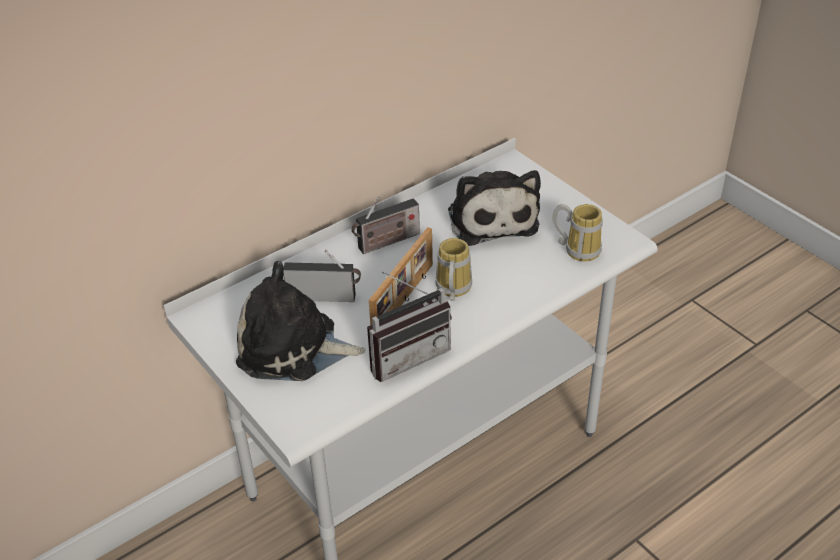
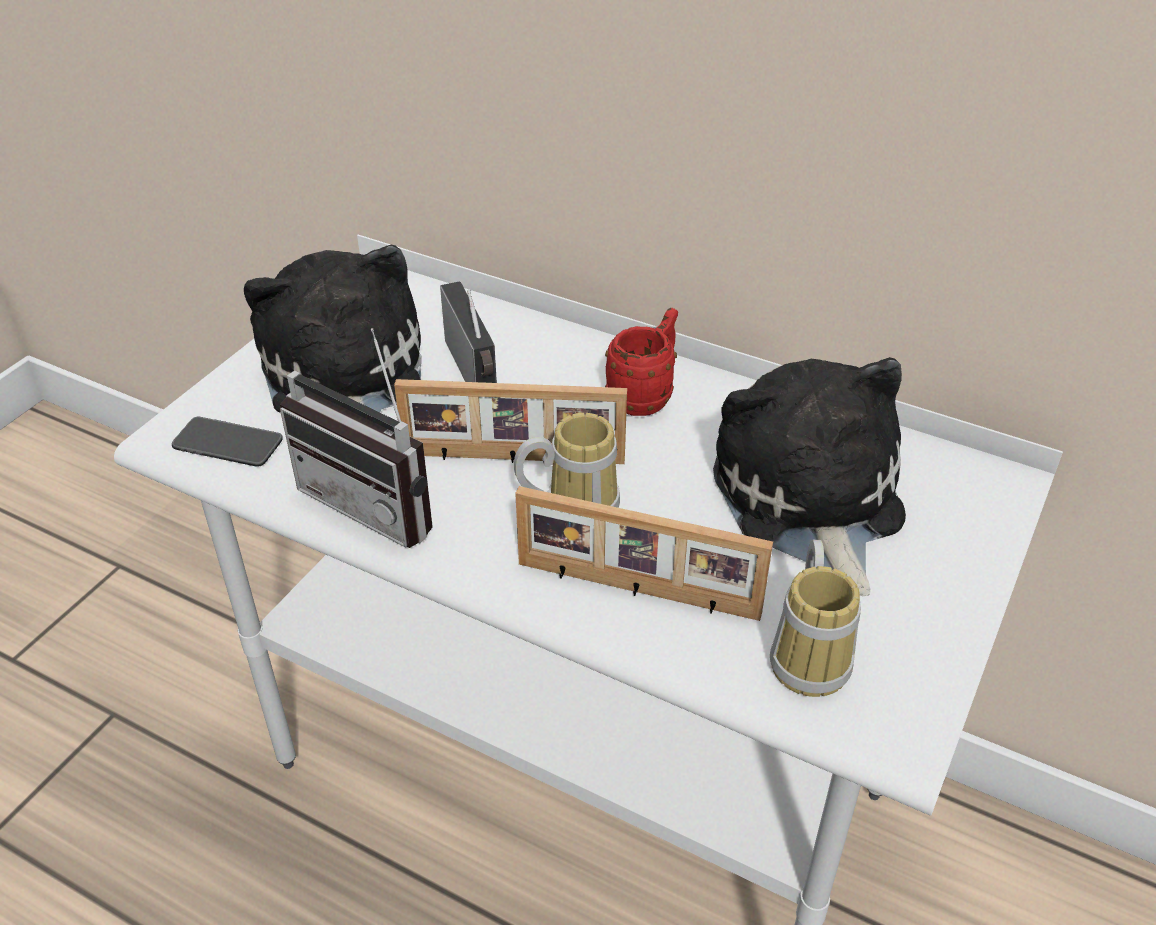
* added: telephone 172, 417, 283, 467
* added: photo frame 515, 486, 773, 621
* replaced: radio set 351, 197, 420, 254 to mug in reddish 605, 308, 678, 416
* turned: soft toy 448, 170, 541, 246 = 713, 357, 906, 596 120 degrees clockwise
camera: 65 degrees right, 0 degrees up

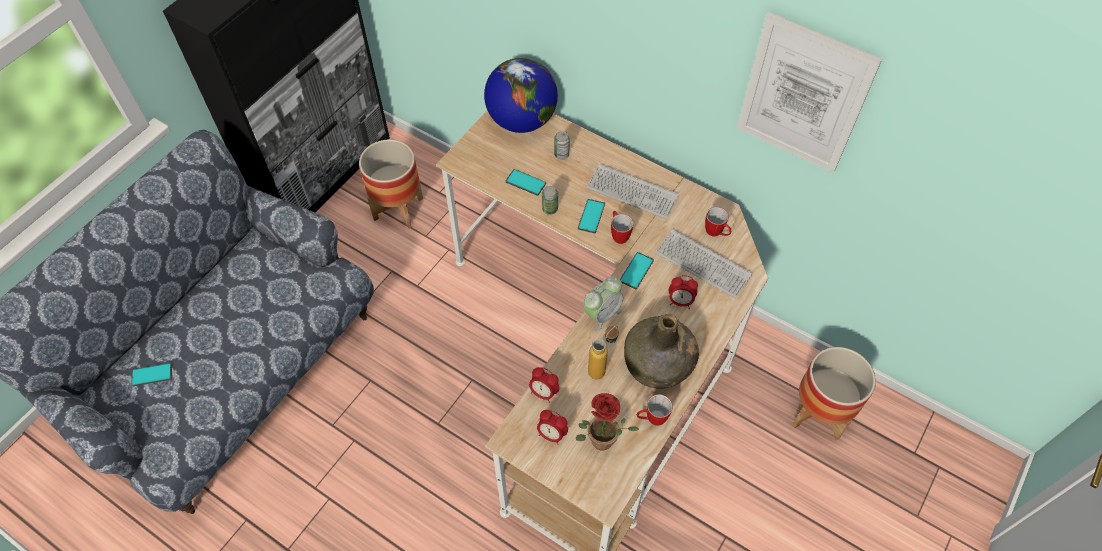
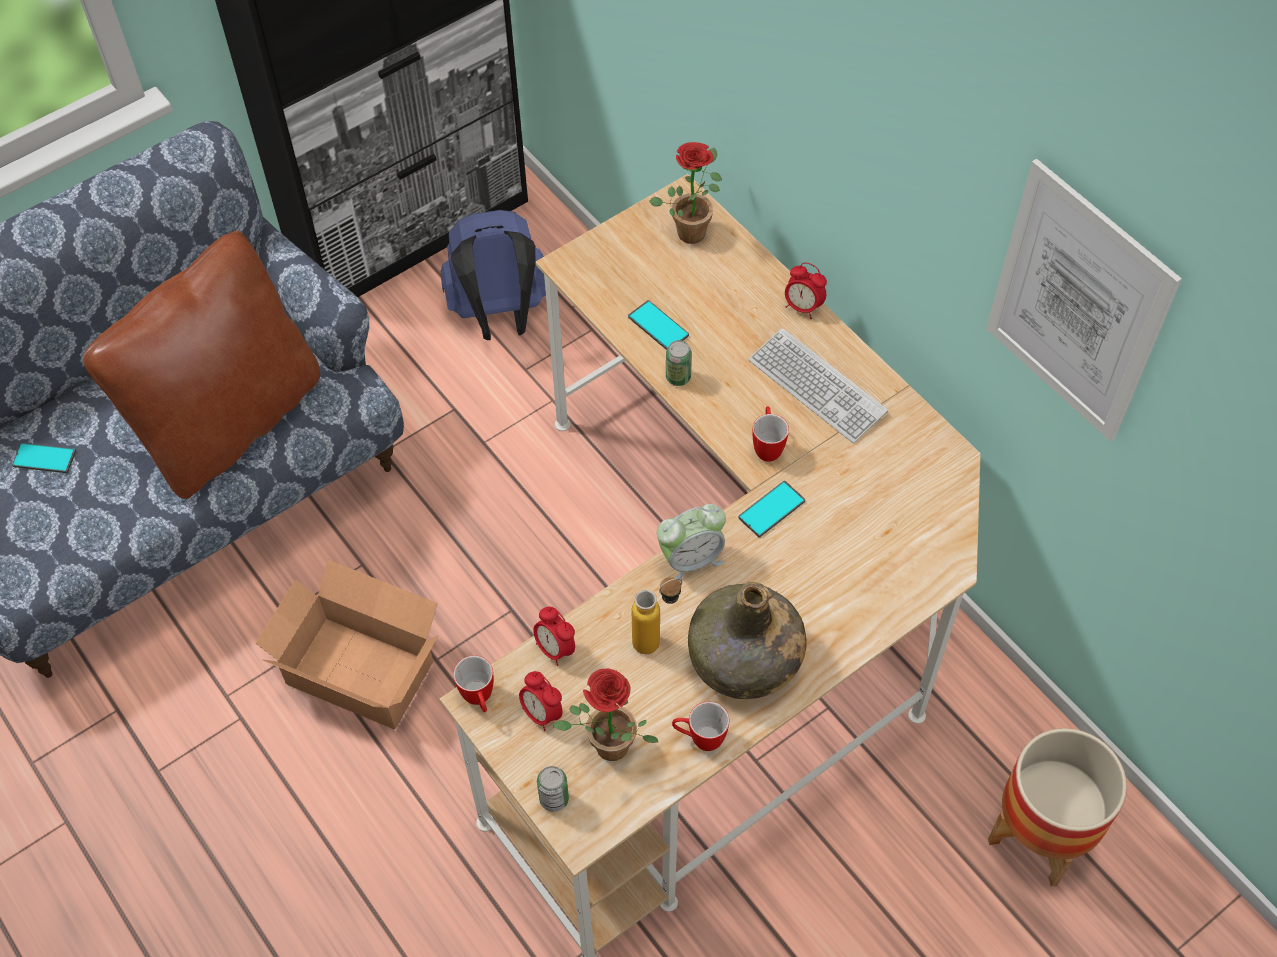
* added: pillow in brown 83, 231, 320, 499
* added: packing box 256, 560, 438, 729
* replaced: plant pot 359, 139, 423, 228 to knapsack in bluish 441, 210, 546, 340
* moved: mug 705, 207, 731, 237 to 453, 656, 493, 712
* moved: can 554, 131, 570, 160 to 537, 766, 569, 812
* replaced: desk globe 484, 58, 558, 133 to plant in a pot 649, 142, 722, 244
* moved: alarm clock 669, 275, 698, 309 to 785, 262, 827, 319
* removed: telephone 578, 199, 605, 233
* removed: PC keyboard 655, 229, 752, 298
camera: 20 degrees right, 0 degrees up

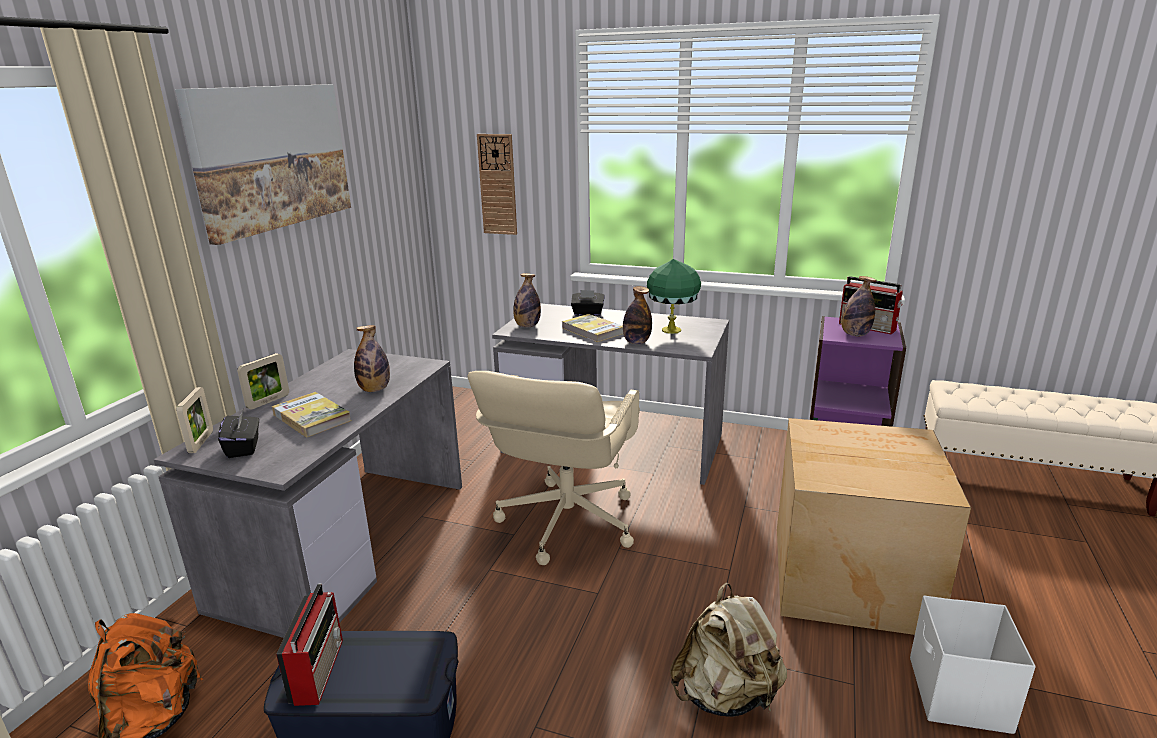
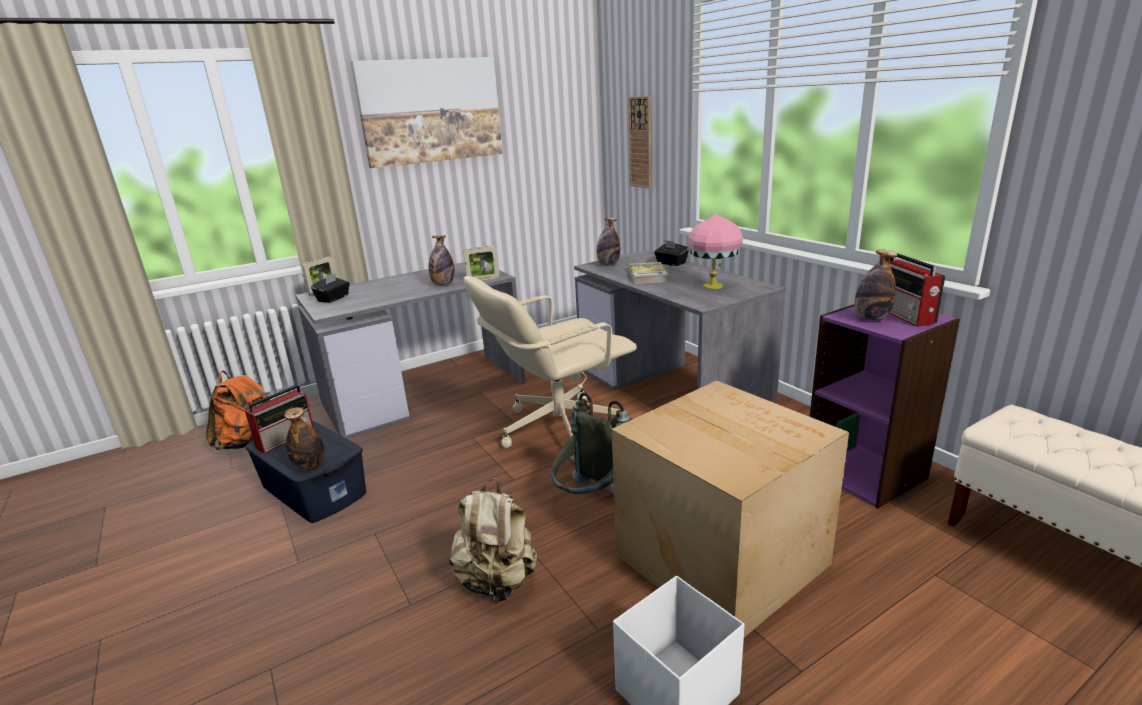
* moved: bottle 623, 286, 652, 344 to 284, 407, 325, 471
* moved: photo frame 237, 353, 289, 409 to 464, 246, 499, 280
* added: knapsack in grey 551, 393, 632, 494
* recoloured: table lamp in green 647, 259, 701, 334 to table lamp in pink-coloured 688, 214, 743, 289
* removed: volume 272, 392, 352, 438
camera: 40 degrees right, 0 degrees up

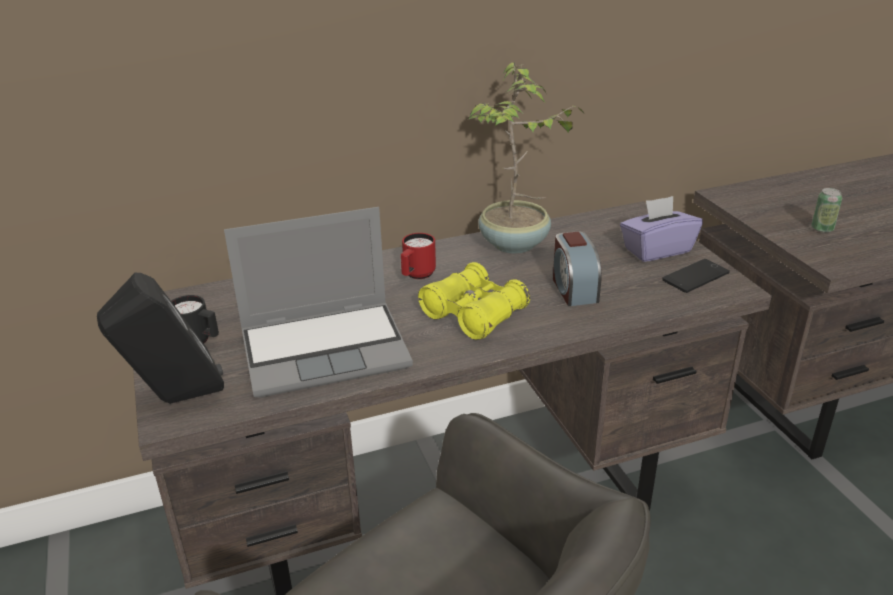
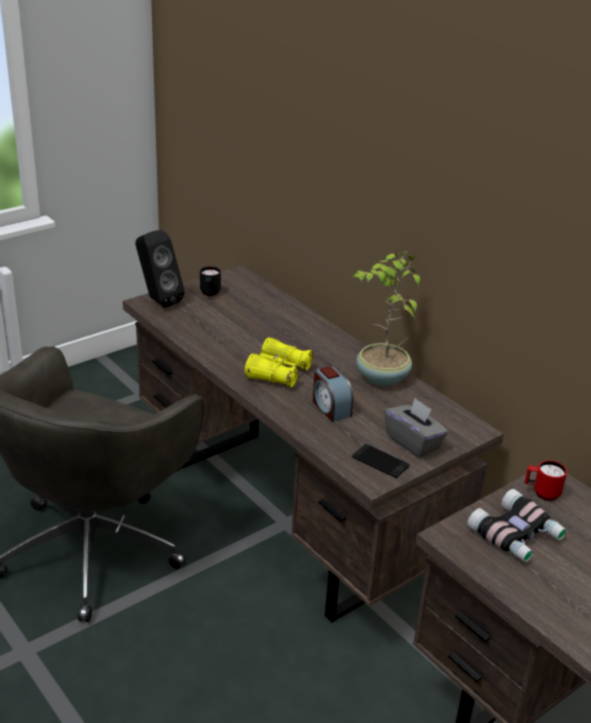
* turned: alarm clock 553, 231, 602, 306 = 313, 365, 353, 422 90 degrees counterclockwise
* recoloured: tissue holder in purple-coloured 620, 196, 703, 262 to tissue holder in grey 384, 398, 448, 458
* replaced: can 811, 188, 842, 233 to binoculars 467, 489, 566, 562
* moved: mug in reddish 401, 233, 436, 279 to 525, 460, 567, 501
* removed: laptop 224, 207, 413, 398
camera: 70 degrees right, 0 degrees up

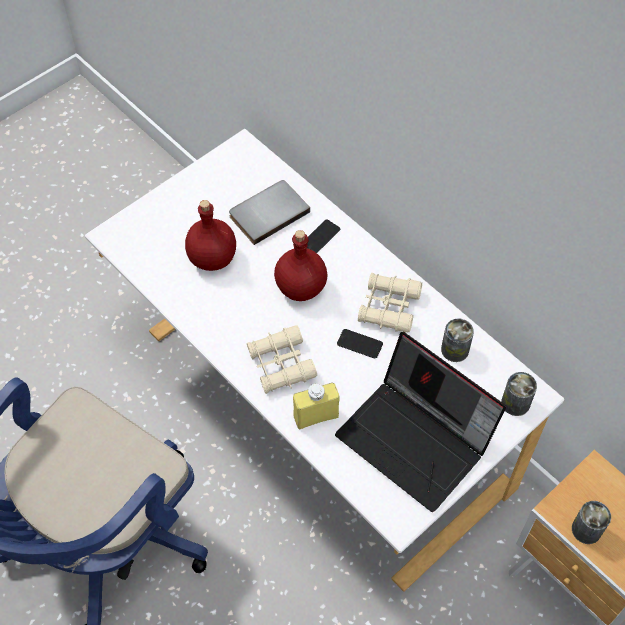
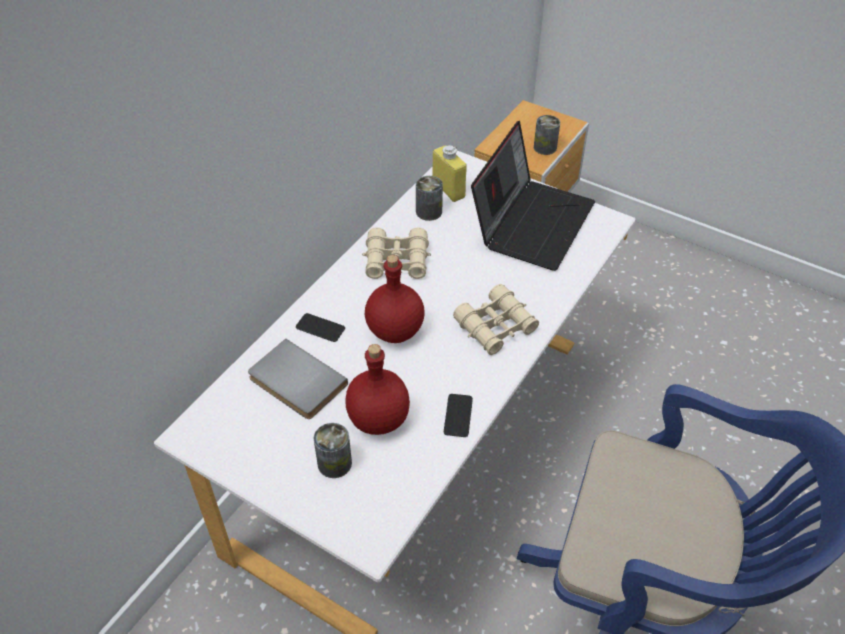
* moved: can 501, 372, 537, 416 to 314, 423, 352, 478
* moved: bottle in yellow 293, 383, 340, 429 to 432, 145, 467, 202
* moved: telephone 337, 329, 383, 358 to 444, 394, 473, 437
camera: 105 degrees left, 10 degrees down

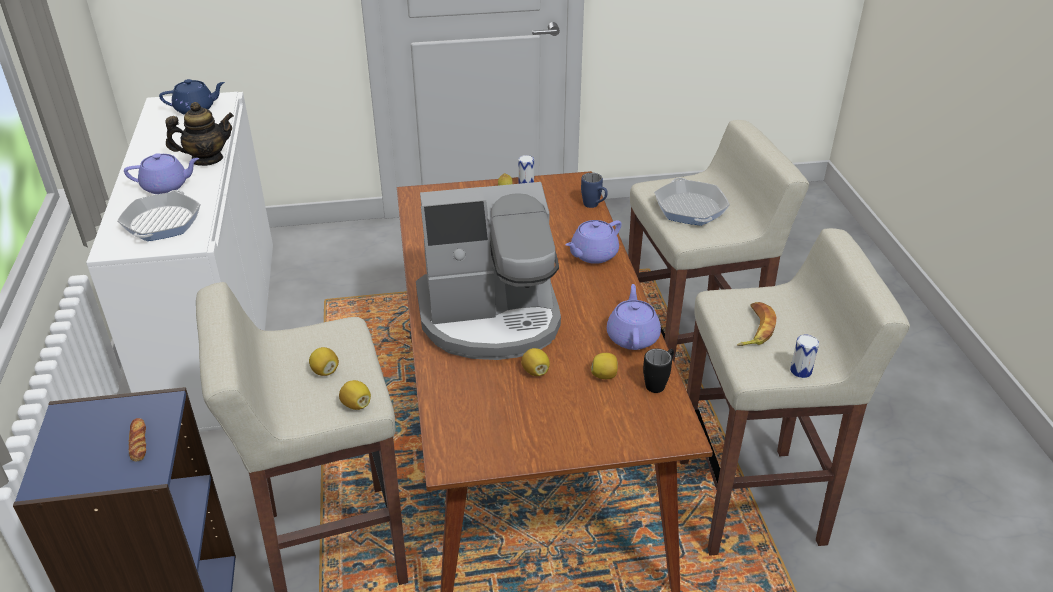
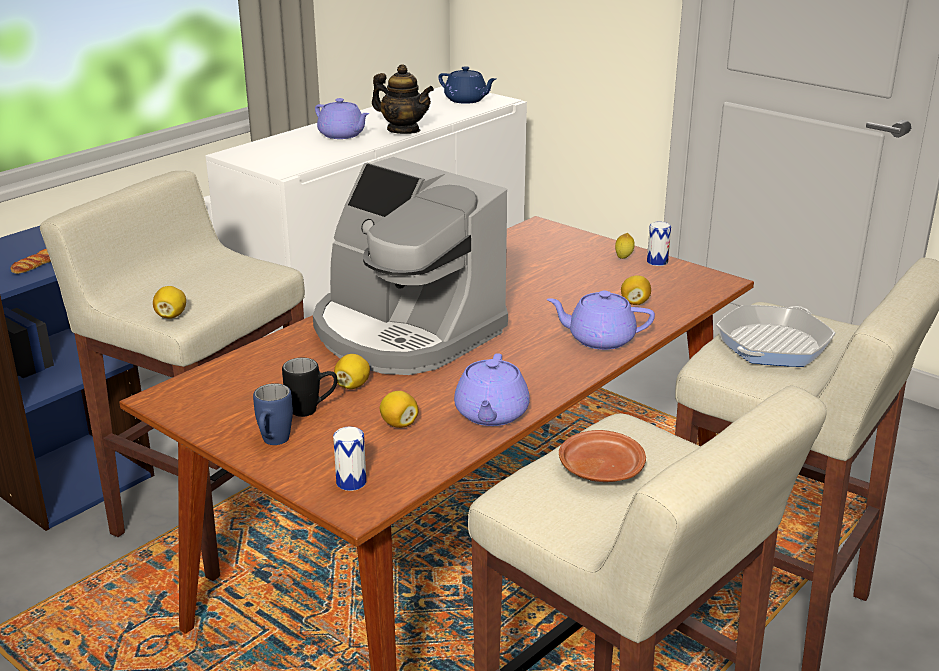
* moved: mug in bluish 581, 173, 608, 208 to 253, 383, 293, 445
* moved: mug in black-coloured 643, 349, 674, 393 to 282, 358, 337, 417
* moved: can 790, 334, 819, 378 to 333, 426, 366, 491
* turned: tea pot in purple-coloured 607, 284, 661, 350 = 454, 353, 530, 426 135 degrees clockwise
* replaced: banana fruit 737, 302, 777, 346 to dinner plate in brown 559, 430, 646, 482
* moved: citrus fruit 309, 347, 339, 376 to 621, 275, 651, 305
* removed: skillet 117, 190, 201, 241
camera: 50 degrees right, 10 degrees down

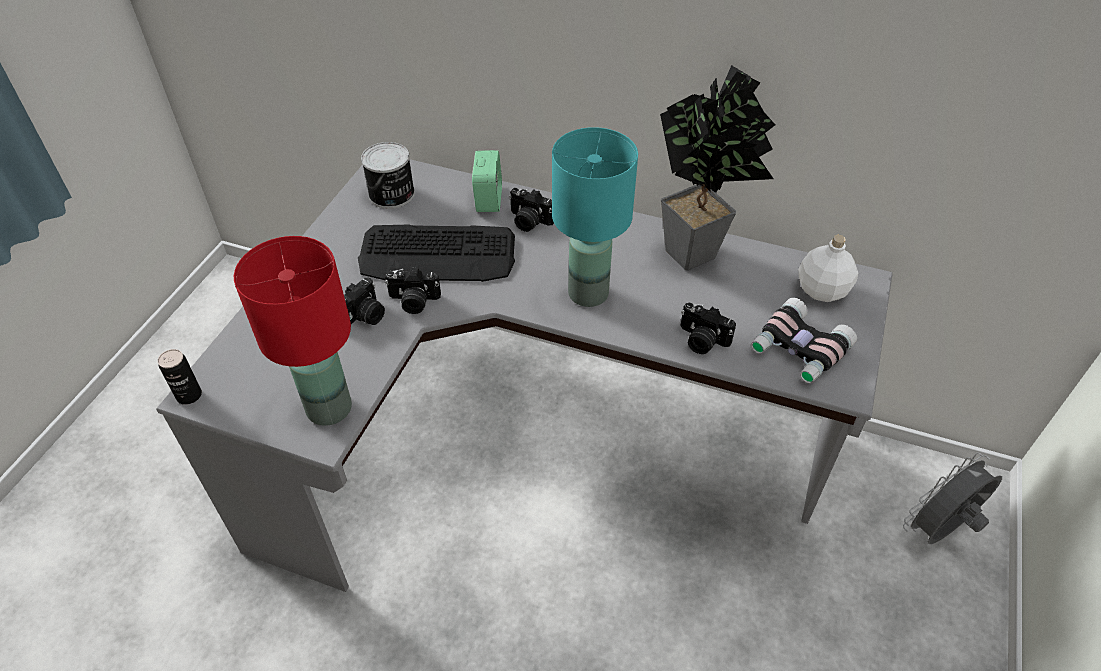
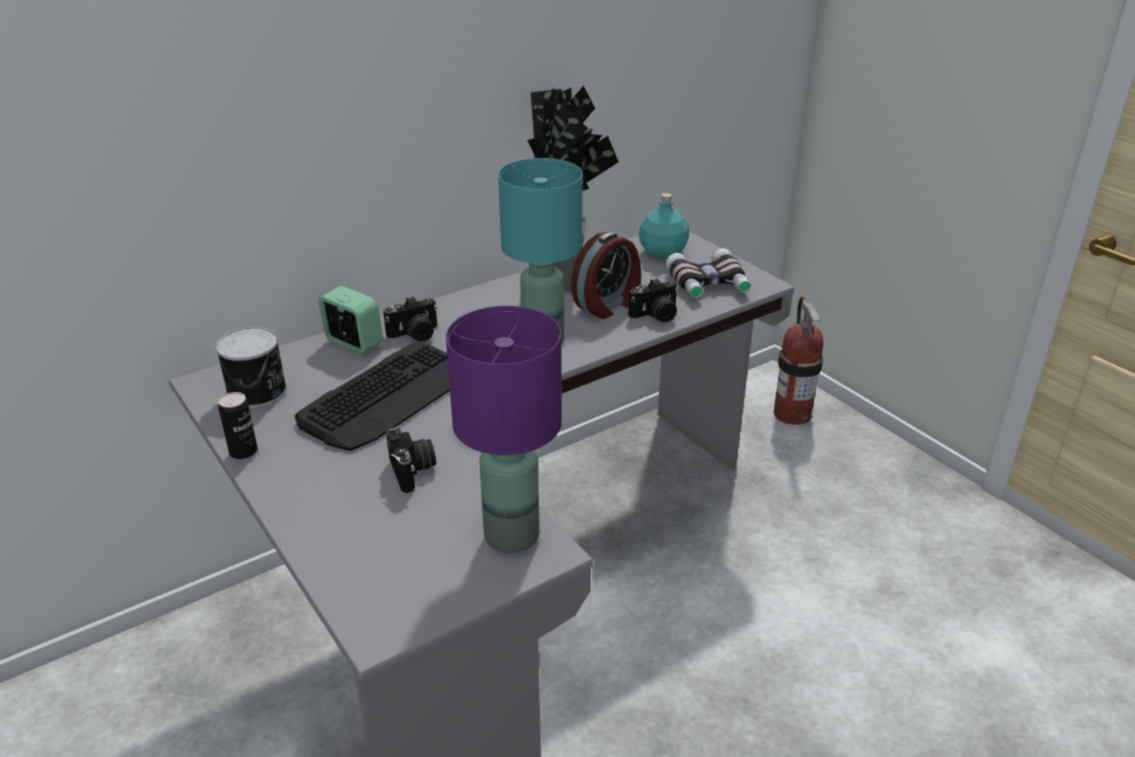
* moved: can 158, 349, 202, 405 to 218, 392, 258, 459
* recoloured: table lamp in reddish 234, 236, 352, 426 to table lamp in purple-coloured 446, 306, 562, 553
* added: alarm clock 571, 232, 641, 319
* recoloured: bottle in whitish 798, 235, 858, 302 to bottle in turquoise-coloured 639, 193, 689, 259
* replaced: electric fan in grey 903, 452, 1002, 544 to extinguisher 774, 296, 824, 425
* removed: photo camera 385, 267, 441, 314
camera: 55 degrees left, 15 degrees down

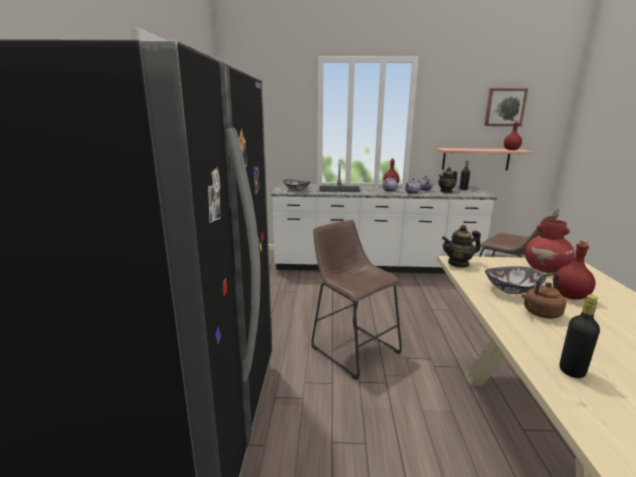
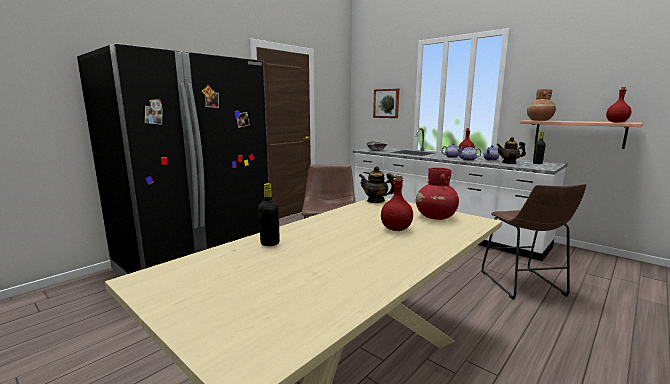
* moved: wall picture 484, 88, 528, 126 to 373, 88, 399, 118
* added: vase in brown 527, 89, 556, 121
* removed: deep dish 485, 266, 546, 294
* removed: kettle in brown 522, 273, 566, 319
camera: 40 degrees right, 5 degrees down

